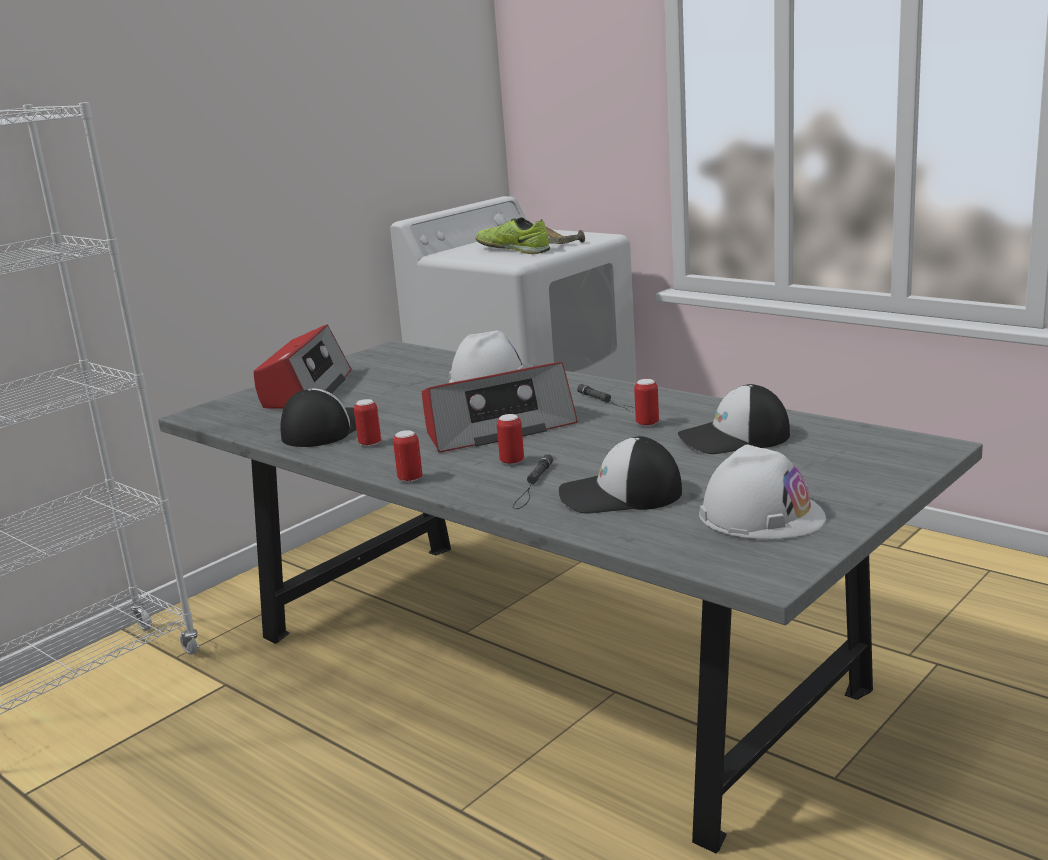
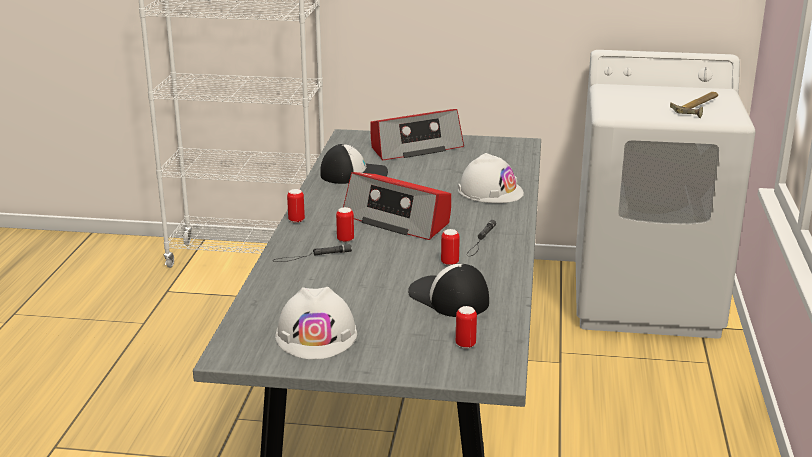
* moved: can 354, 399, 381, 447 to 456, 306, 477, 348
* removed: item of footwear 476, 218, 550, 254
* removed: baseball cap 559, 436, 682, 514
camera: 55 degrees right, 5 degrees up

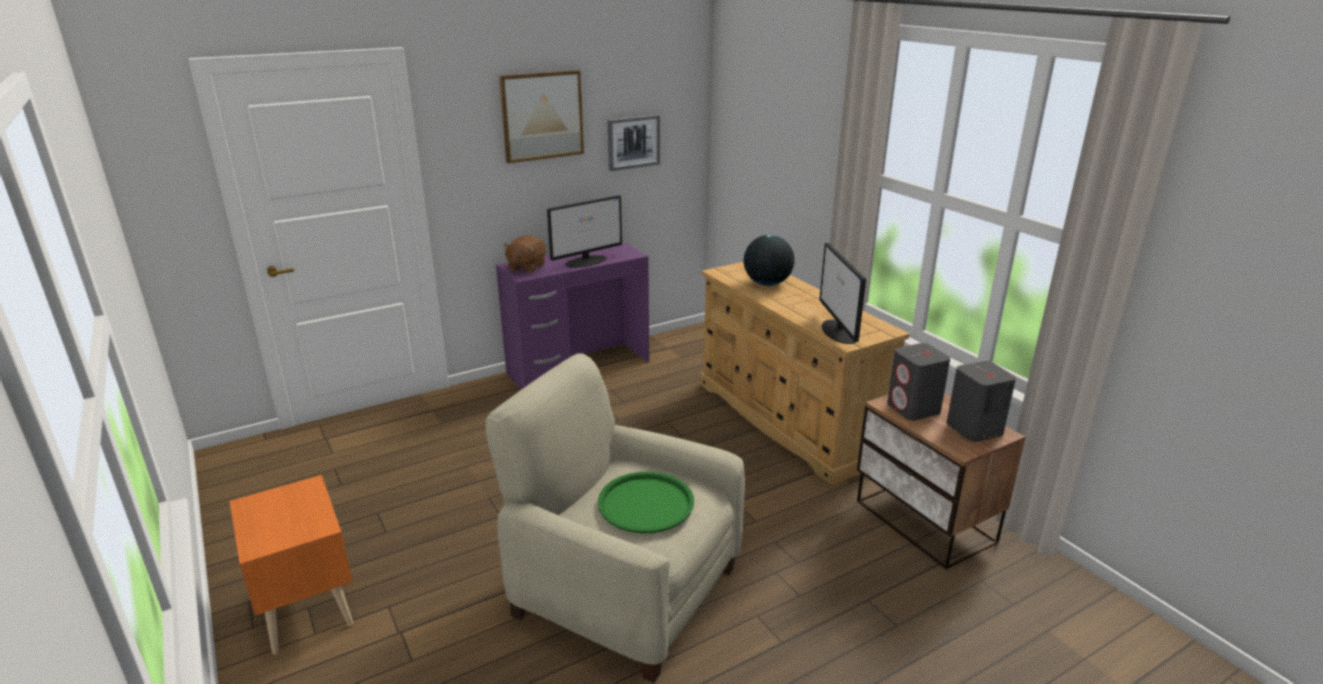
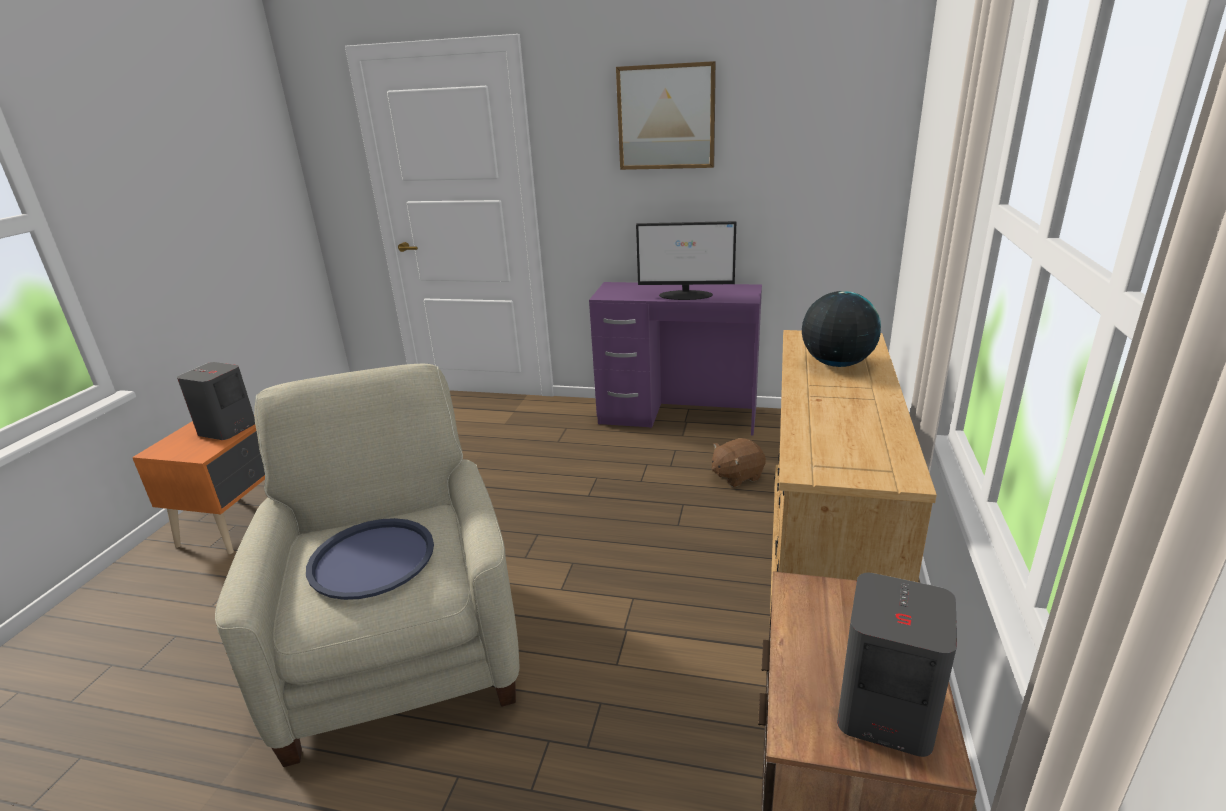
* moved: speaker in grey 887, 343, 950, 421 to 177, 362, 255, 440
* recoloured: tray in green 598, 472, 694, 534 to tray in bluish 306, 518, 434, 600
* moved: soft toy in brown 503, 235, 546, 273 to 712, 438, 766, 488
* removed: wall picture 608, 114, 660, 171
* removed: computer display 819, 243, 866, 344
camera: 45 degrees right, 0 degrees up

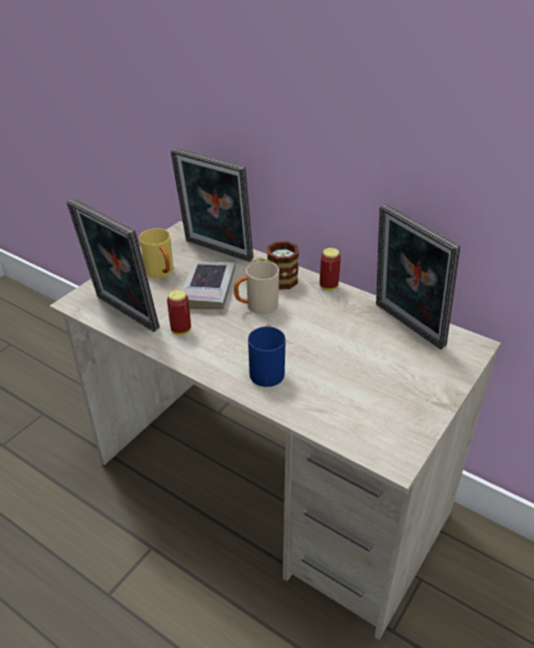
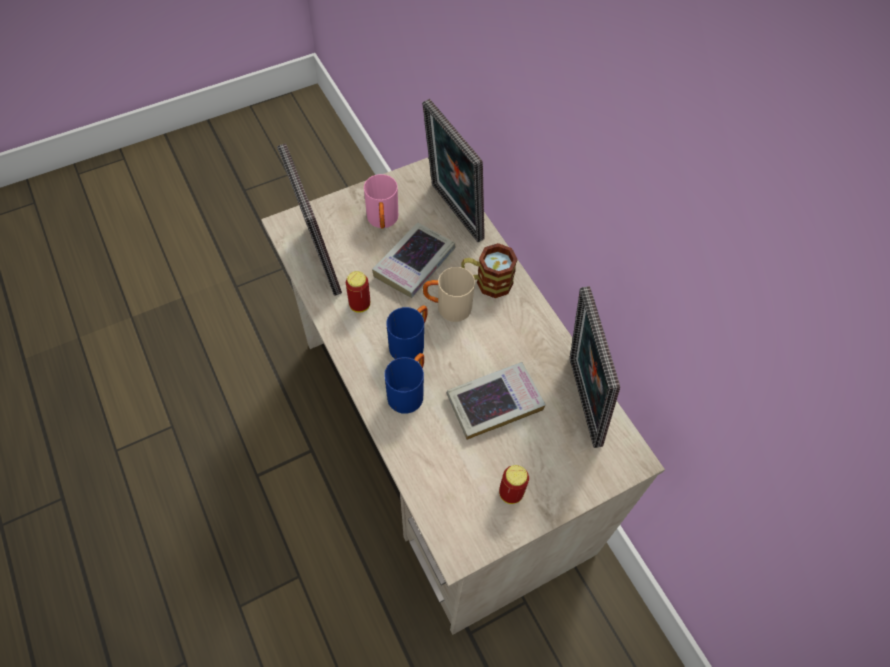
* recoloured: mug in yellow 139, 228, 173, 278 to mug in pink-coloured 364, 174, 398, 229
* added: mug in bluish 386, 306, 427, 359
* added: volume 447, 362, 546, 440
* moved: can 319, 248, 341, 291 to 499, 465, 529, 504
camera: 25 degrees right, 20 degrees up

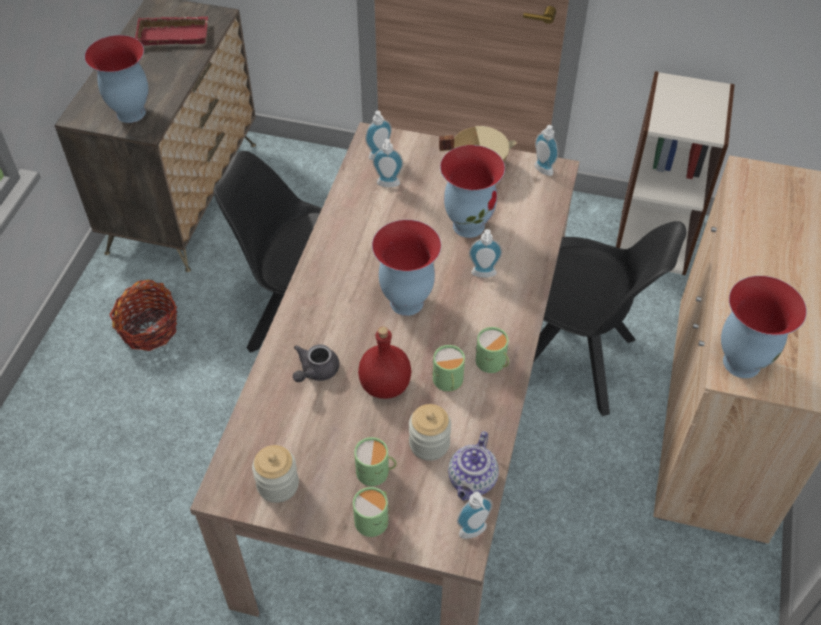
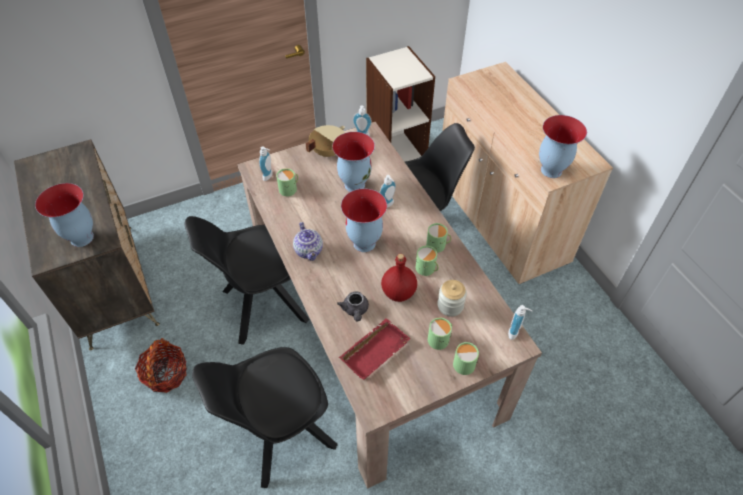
* added: upright chair in black-coloured 192, 347, 338, 488
* replaced: liquid soap bottle 372, 139, 403, 187 to mug in green 276, 168, 298, 196
* moved: tea pot 448, 431, 499, 501 to 293, 222, 323, 261
* moved: tray in reddish 135, 16, 208, 46 to 339, 318, 411, 380
* removed: storage jar 252, 445, 299, 503
camera: 40 degrees left, 0 degrees up

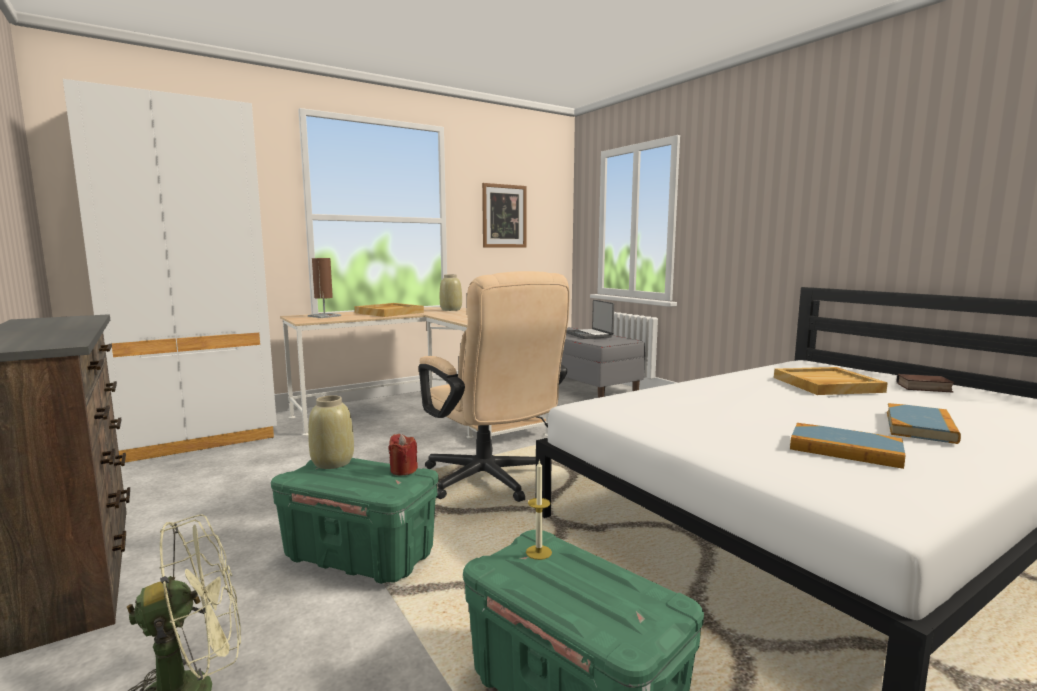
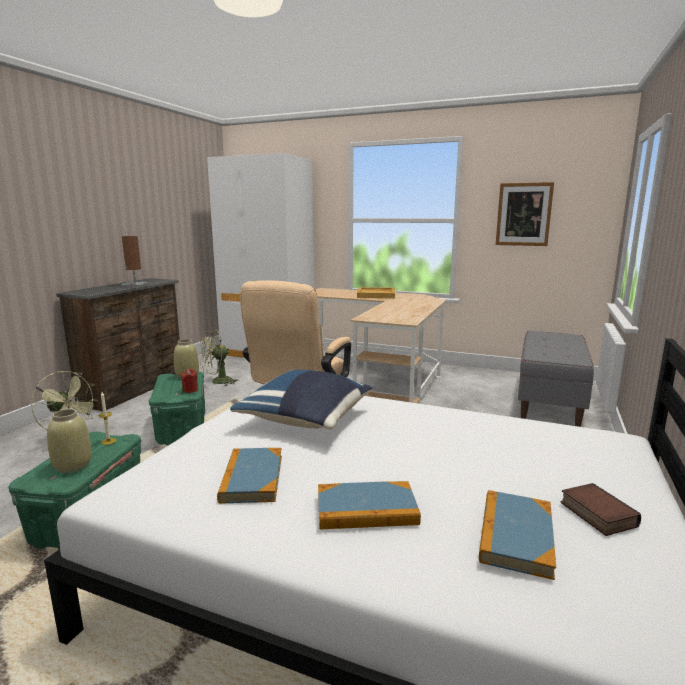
* moved: vase in sand-coloured 440, 274, 462, 311 to 47, 409, 92, 473
* moved: table lamp in brown 308, 258, 341, 318 to 121, 236, 148, 286
* added: electric fan in green 199, 330, 240, 386
* added: pillow in bluish 230, 370, 372, 429
* added: volume 479, 490, 556, 580
* removed: laptop 566, 300, 614, 339
* removed: tray in sand-coloured 774, 367, 888, 395
camera: 55 degrees right, 5 degrees up

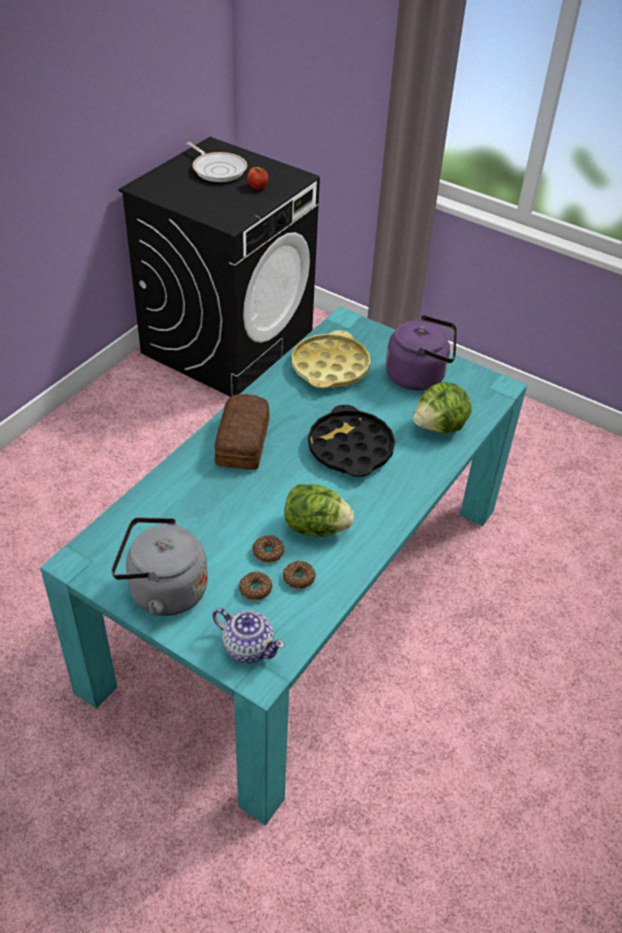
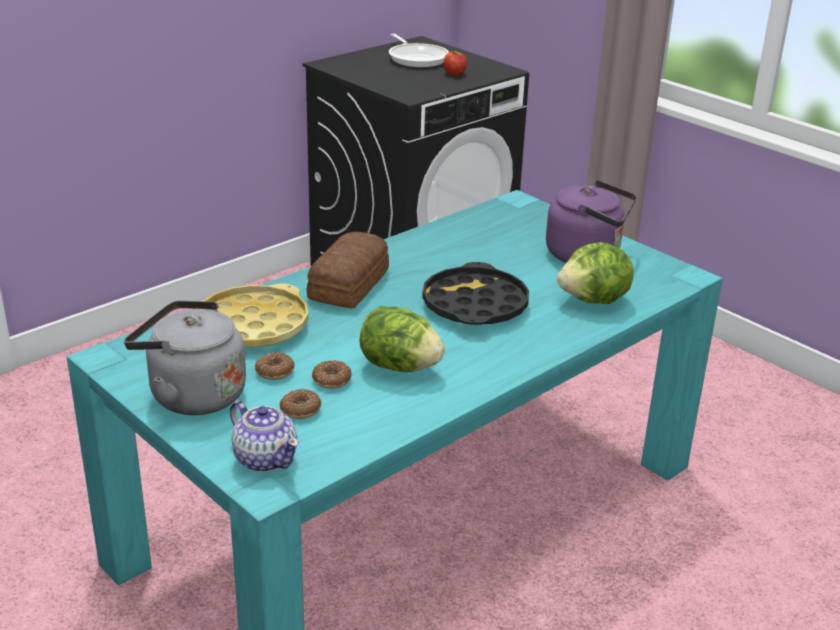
* moved: tray in yellow 292, 330, 371, 389 to 203, 283, 308, 347
* moved: donut 283, 561, 316, 589 to 255, 352, 295, 380
camera: 15 degrees right, 15 degrees down

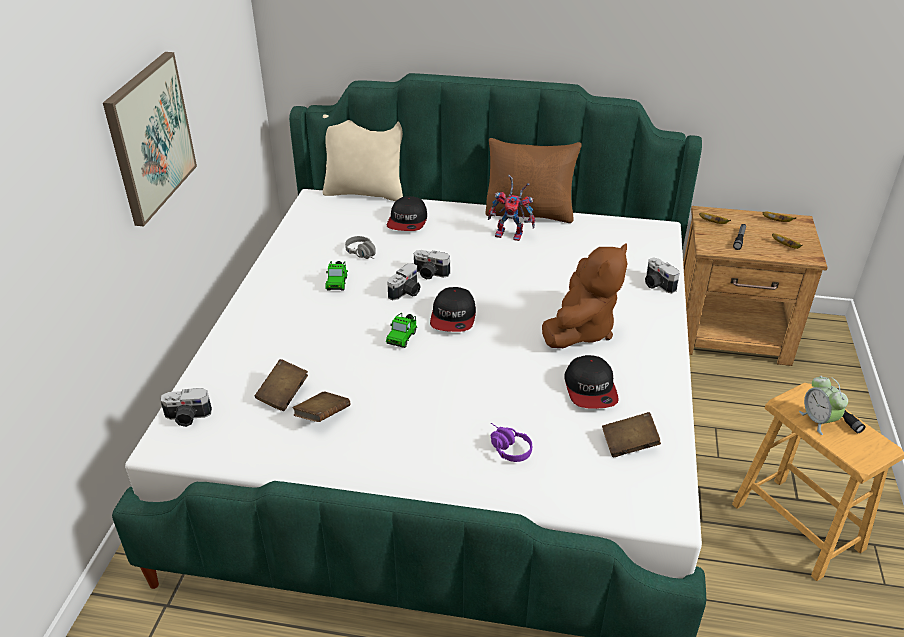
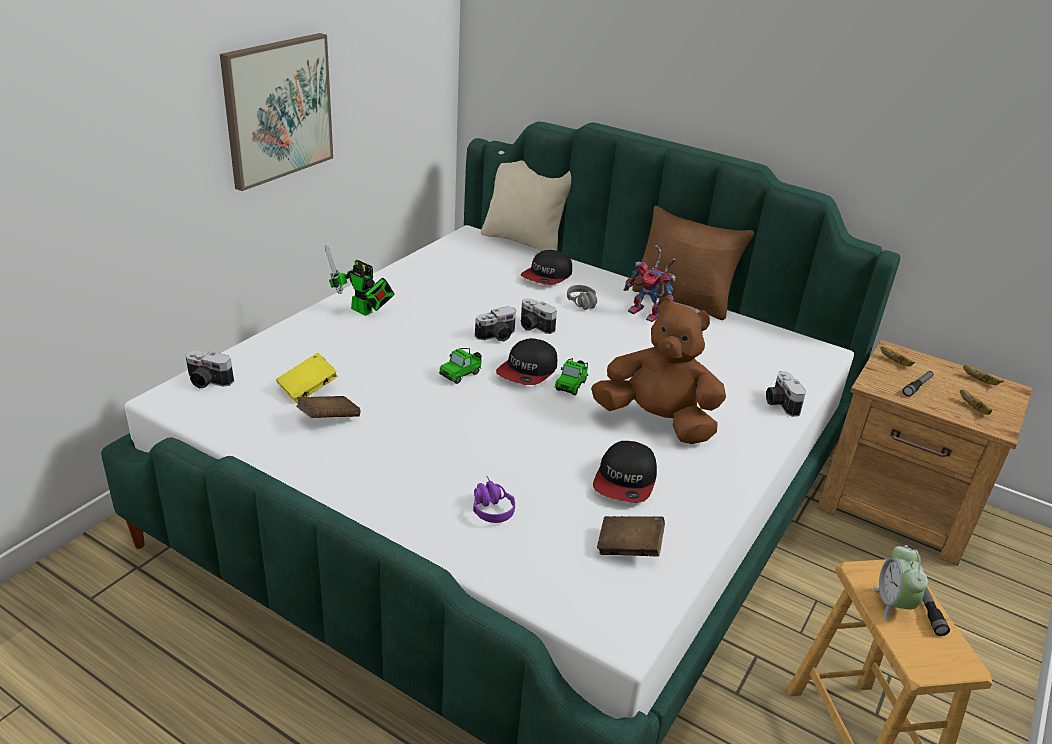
* recoloured: volume in brown 255, 359, 308, 411 to volume in yellow 276, 353, 338, 403
* added: toy robot 325, 245, 395, 316
* moved: model car 326, 261, 348, 291 to 554, 358, 588, 395
* moved: headset in grey 345, 236, 376, 259 to 567, 285, 597, 310
* turned: soft toy in brown 542, 243, 627, 348 = 591, 297, 726, 444 120 degrees counterclockwise
camera: 20 degrees right, 5 degrees down

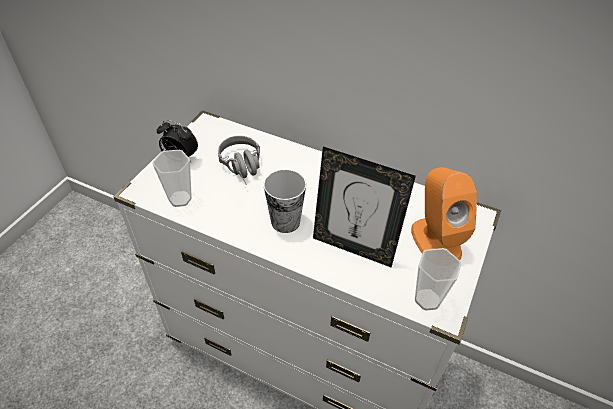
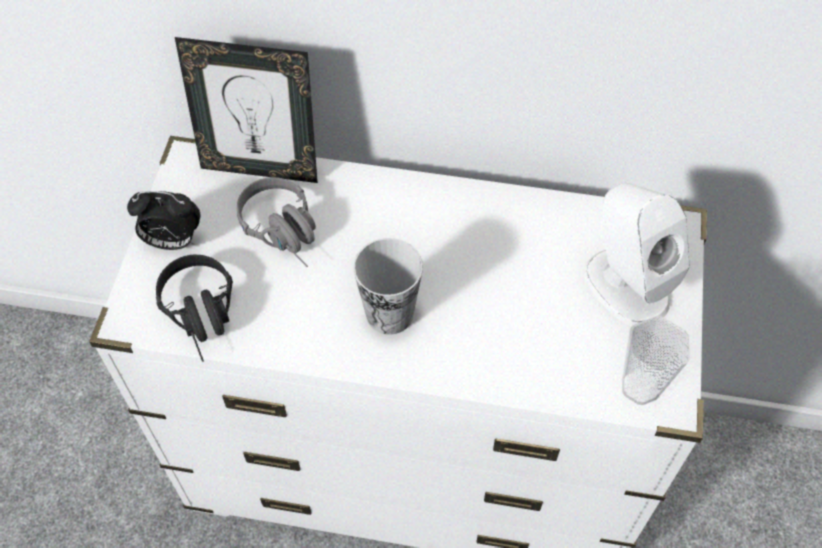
* replaced: cup 152, 150, 192, 207 to headset in black-coloured 156, 255, 233, 362
* moved: photo frame 313, 146, 416, 267 to 175, 37, 318, 183
* recoloured: speaker in orange-coloured 411, 167, 477, 260 to speaker in whitish 584, 183, 690, 326
camera: 15 degrees left, 10 degrees up

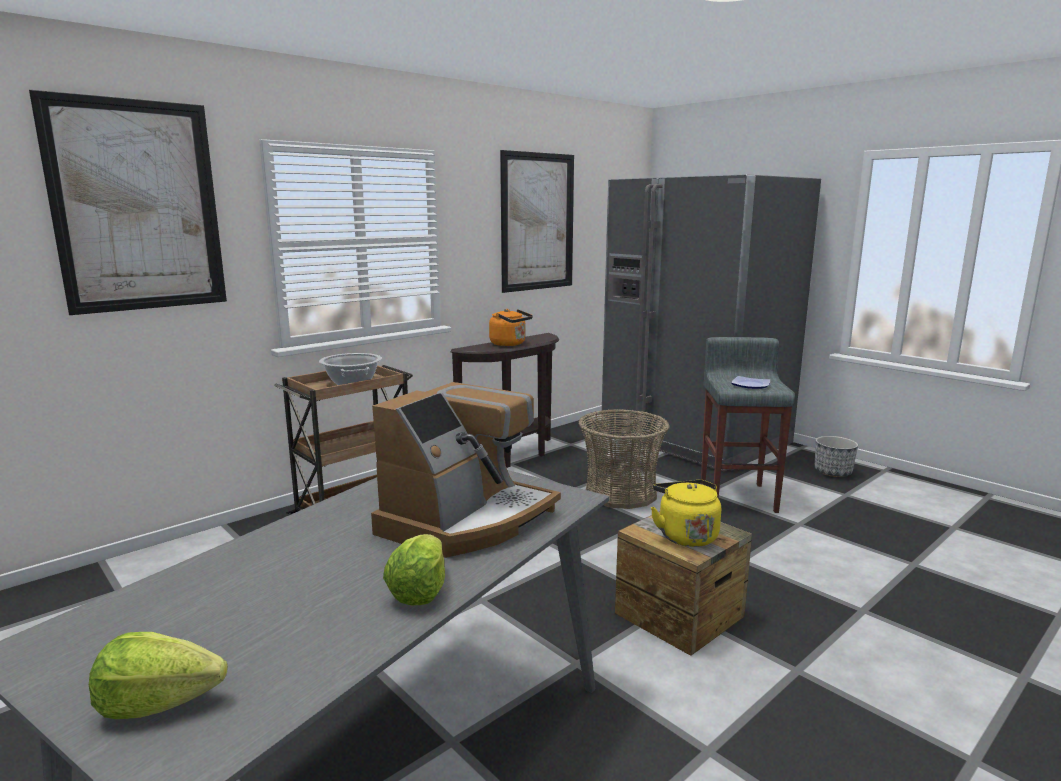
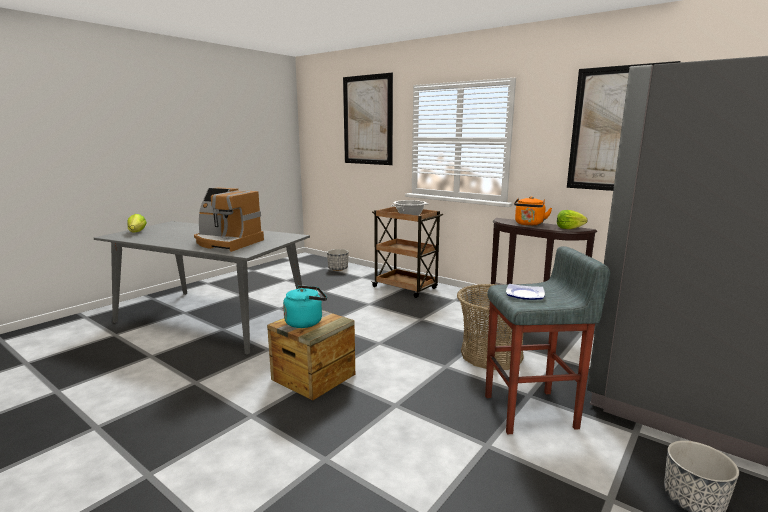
* recoloured: kettle in yellow 651, 480, 721, 547 to kettle in turquoise-coloured 283, 285, 327, 328
* added: plant pot 327, 249, 349, 271
* moved: head of lettuce 383, 534, 445, 605 to 557, 210, 587, 229
camera: 80 degrees right, 0 degrees up

